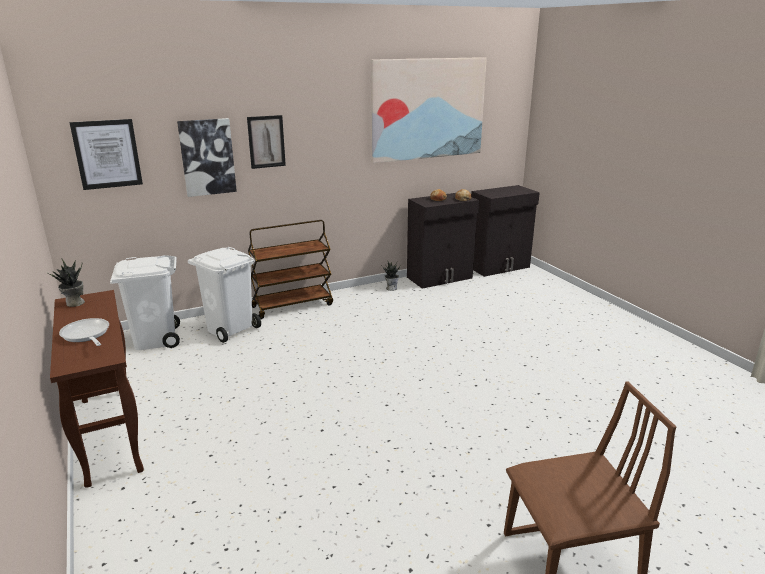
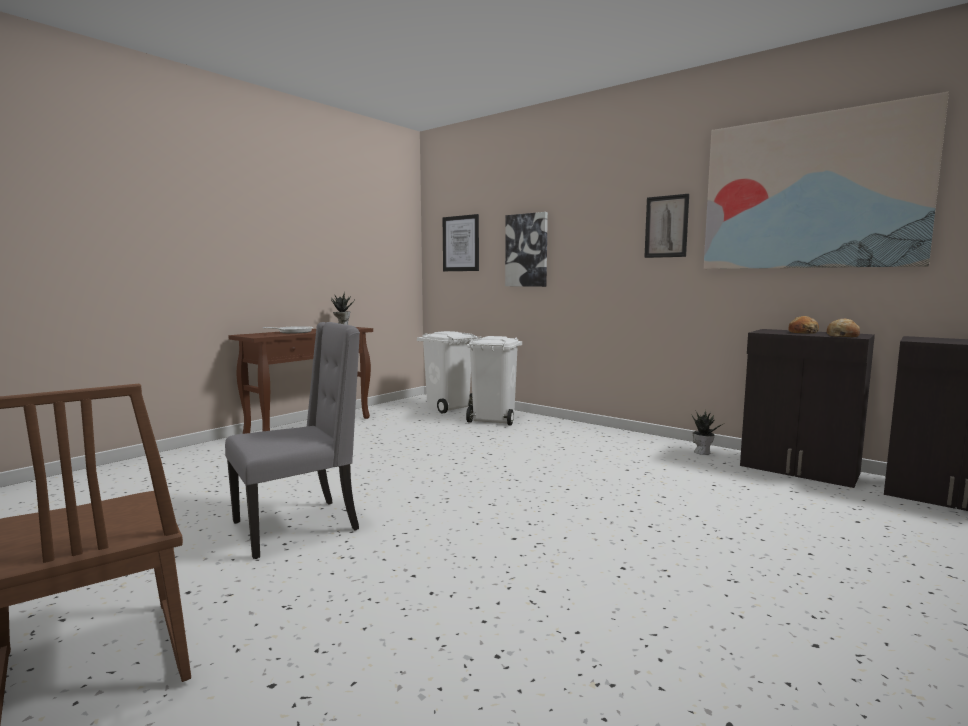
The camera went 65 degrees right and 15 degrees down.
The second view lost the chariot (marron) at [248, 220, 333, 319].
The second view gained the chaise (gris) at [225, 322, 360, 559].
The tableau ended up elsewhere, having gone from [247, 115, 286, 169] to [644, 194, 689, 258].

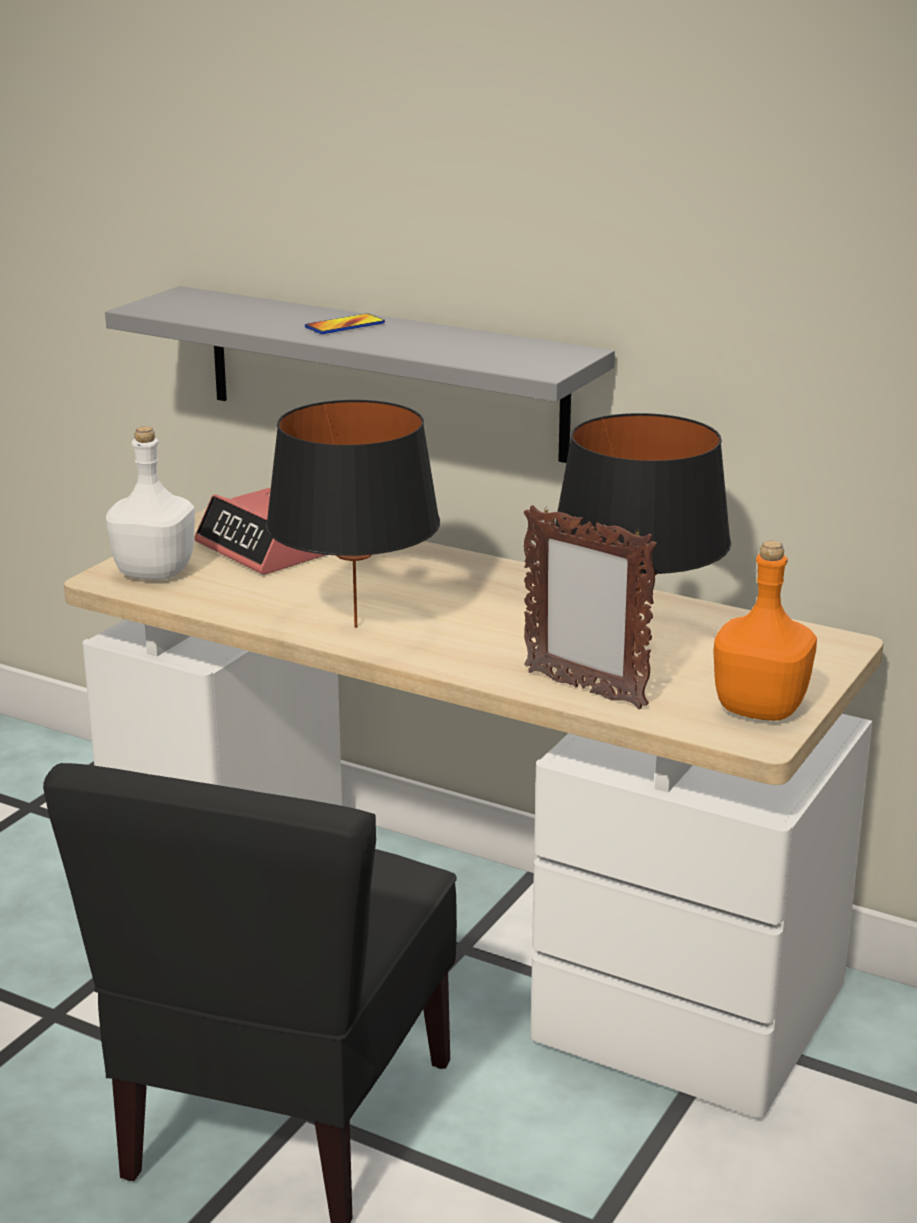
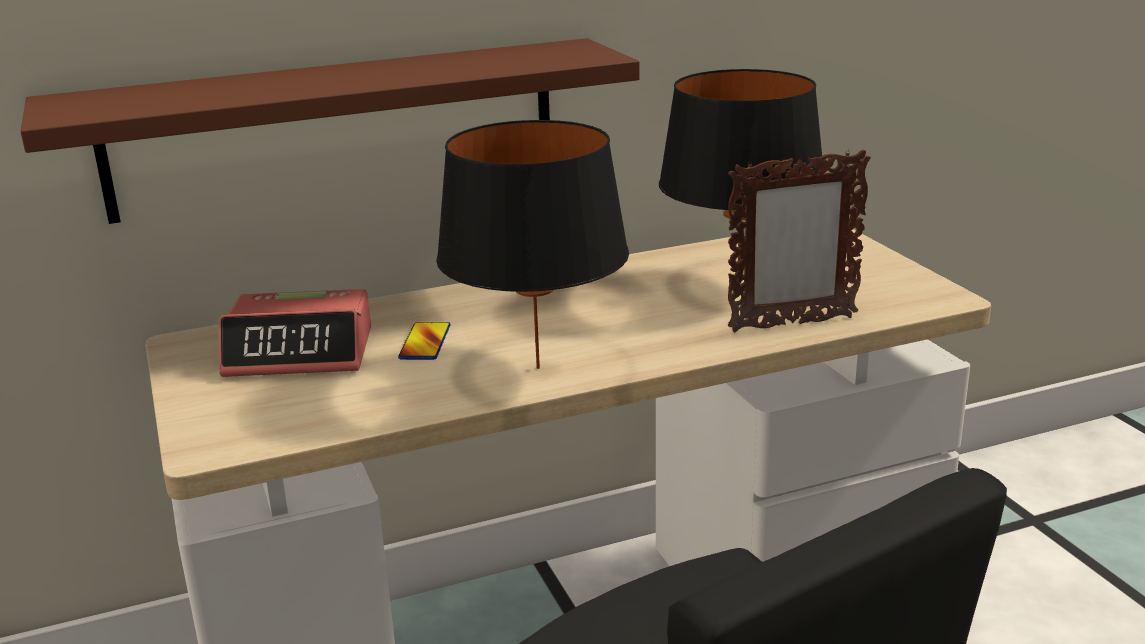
The camera went 50 degrees left and 0 degrees up.
The second view lost the bouteille (blanc) at [106, 426, 195, 580].
The second view lost the bouteille (orange) at [713, 541, 817, 721].
The téléphone ended up elsewhere, having gone from [305, 313, 385, 334] to [398, 322, 450, 360].
What was the étagère (gris) at [105, 286, 615, 463] turned into the étagère (marron) at [20, 38, 640, 224].

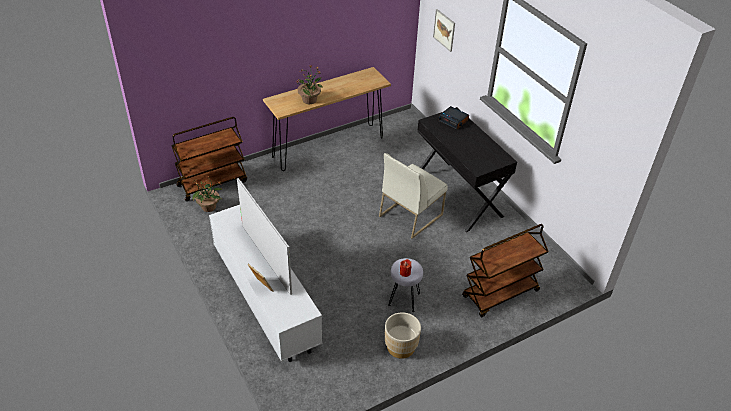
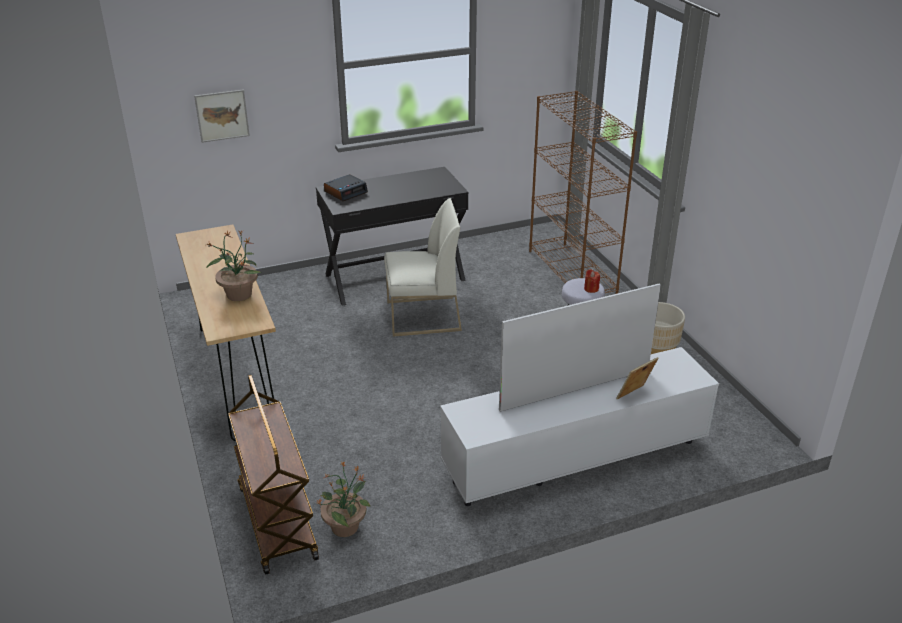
The camera went 80 degrees left and 10 degrees down.
Where the chariot (marron) stood at [462, 224, 549, 318], the bibliothèque (marron) came to stand at [529, 91, 637, 294].
The chaise (blanc) at [379, 153, 448, 239] ended up facing another way, 60 degrees counterclockwise from before.

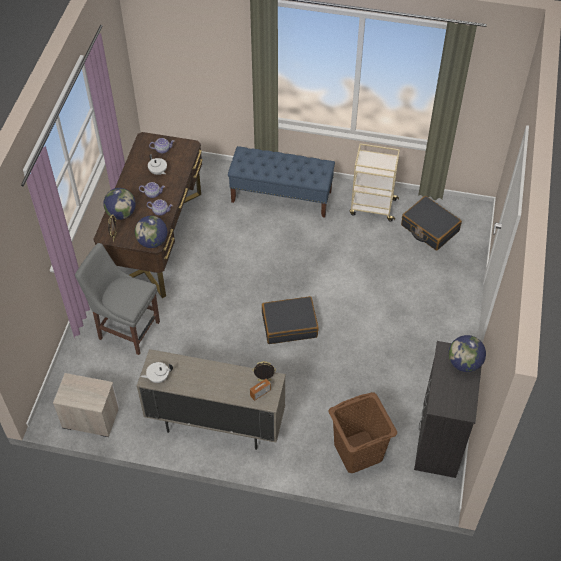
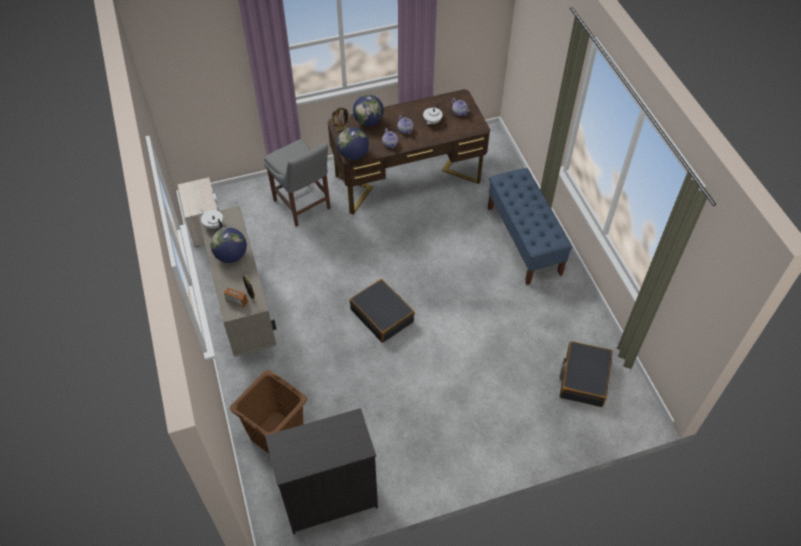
The camera went 60 degrees right and 0 degrees up.
The second view lost the chariot (beige) at [350, 143, 400, 221].
The globe ended up elsewhere, having gone from [449, 335, 486, 372] to [211, 227, 247, 263].
The chaise (gris) at [75, 243, 160, 355] ended up facing another way, 150 degrees clockwise from before.

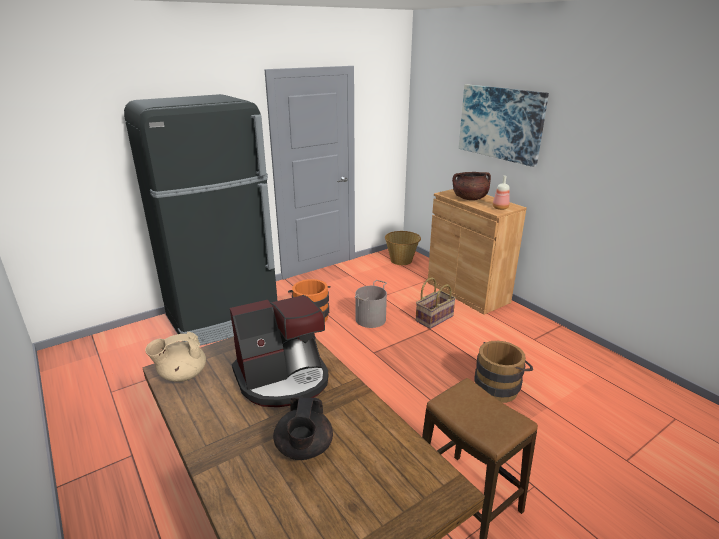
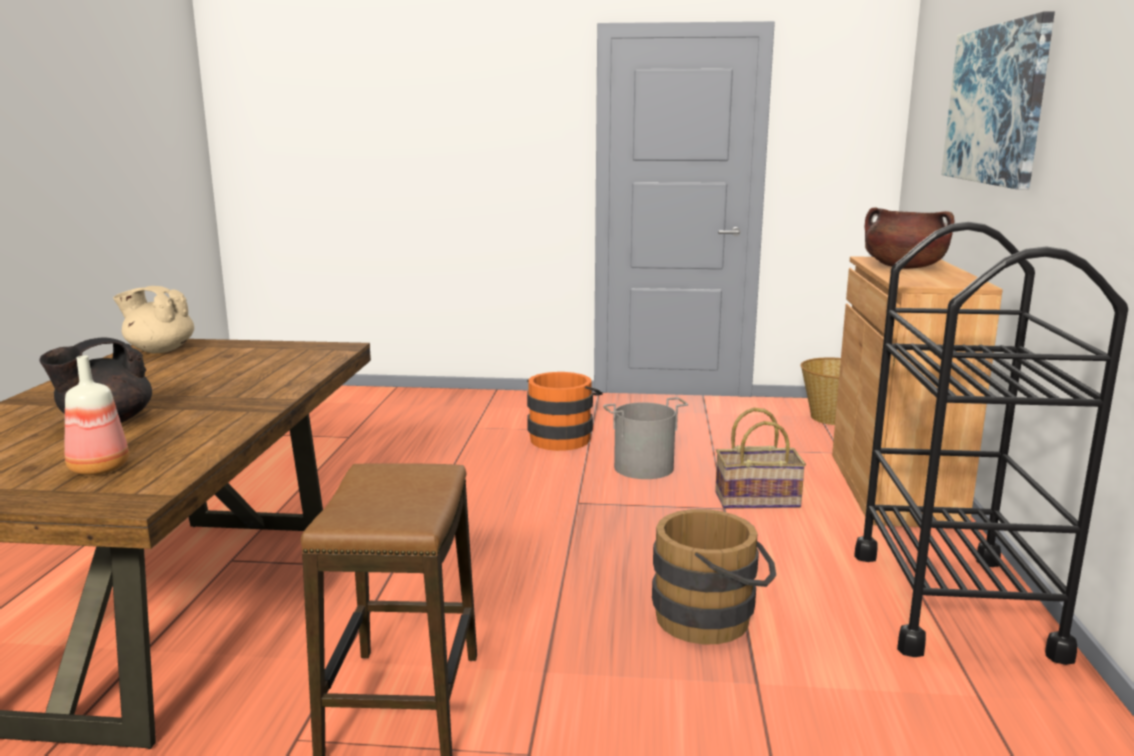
The camera went 40 degrees right and 10 degrees down.
The second view lost the réfrigérateur (noir) at [124, 94, 278, 346].
The second view lost the machine à café at [230, 295, 328, 407].
The second view gained the chariot (noir) at [854, 222, 1128, 665].
The bouteille ended up elsewhere, having gone from [493, 176, 509, 210] to [64, 356, 129, 475].

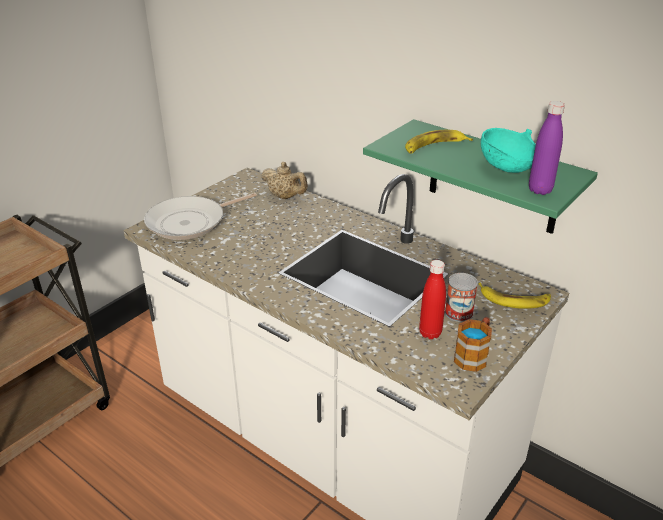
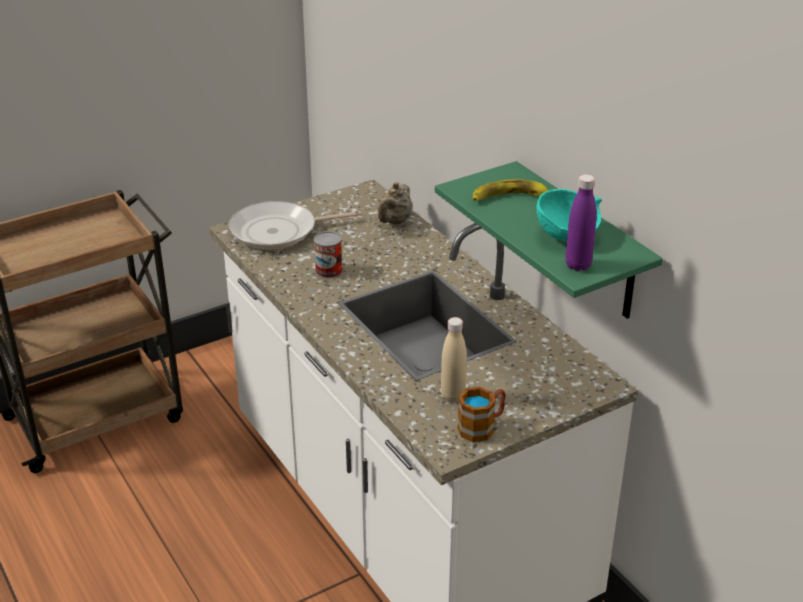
The camera went 20 degrees right and 0 degrees up.
The second view lost the banane at [478, 283, 551, 309].
The boîte métallique ended up elsewhere, having gone from [445, 273, 478, 322] to [314, 231, 343, 278].
What was the bouteille (rouge) at [419, 260, 446, 339] turned into the bouteille (beige) at [441, 317, 467, 402].
The théière (beige) at [261, 162, 308, 199] ended up facing another way, 60 degrees clockwise from before.

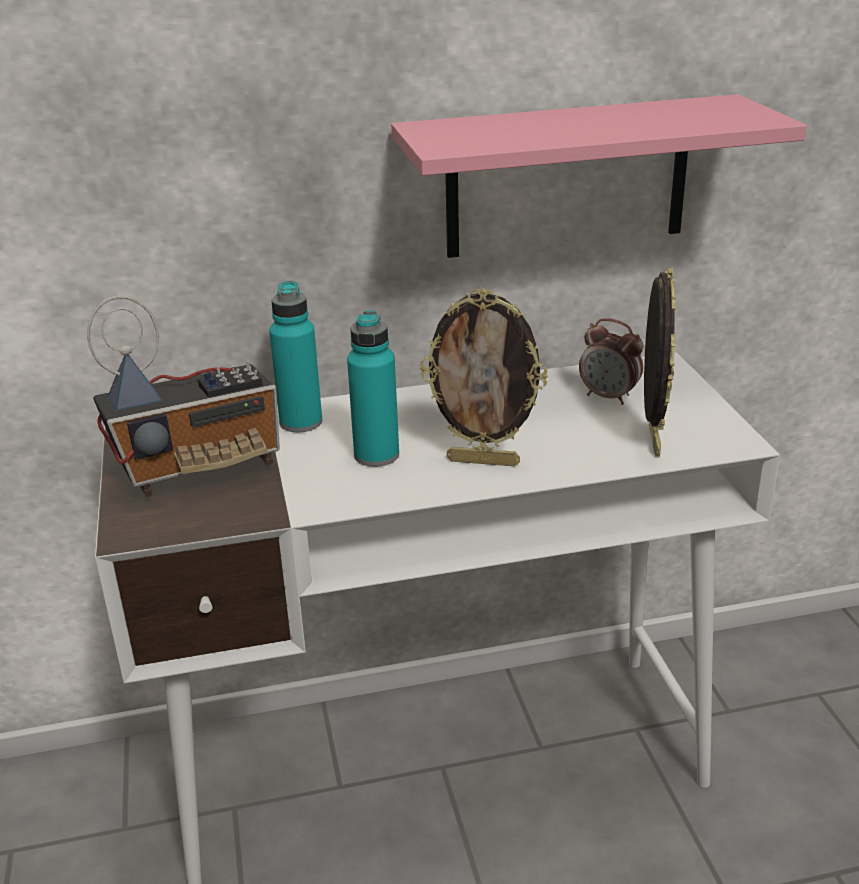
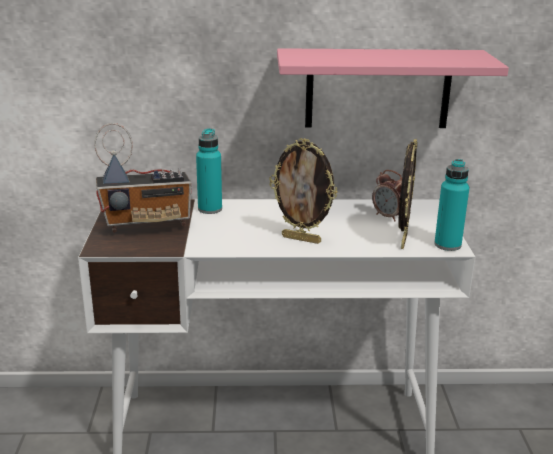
The camera went 10 degrees right and 5 degrees down.
The bouteille (turquoise) ended up elsewhere, having gone from [347, 310, 399, 467] to [434, 159, 469, 251].

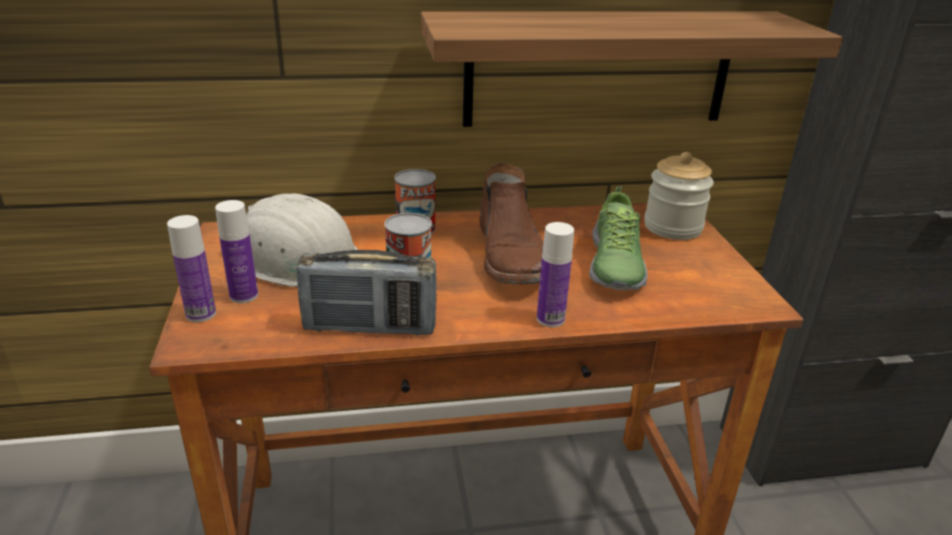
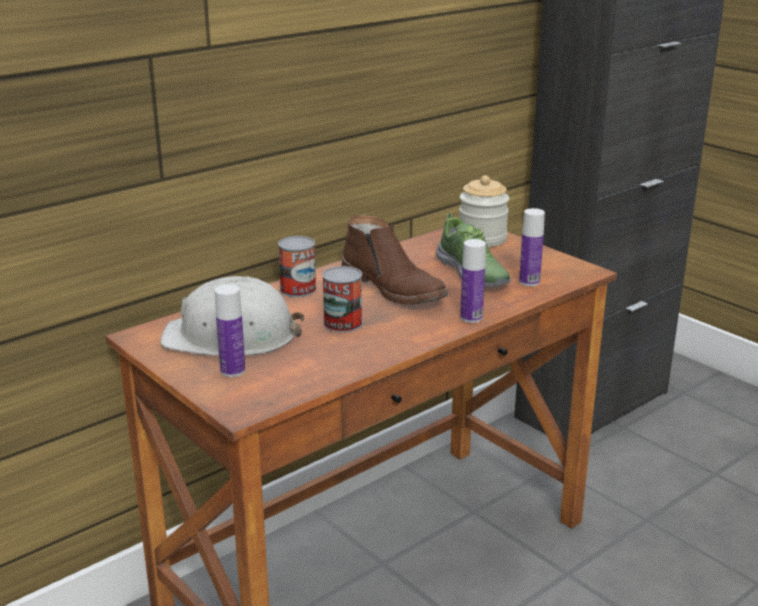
The camera went 30 degrees left and 5 degrees down.
The second view lost the radio at [297, 250, 436, 335].
The second view lost the étagère at [421, 11, 843, 127].
The bouteille ended up elsewhere, having gone from [167, 215, 216, 322] to [519, 208, 545, 286].

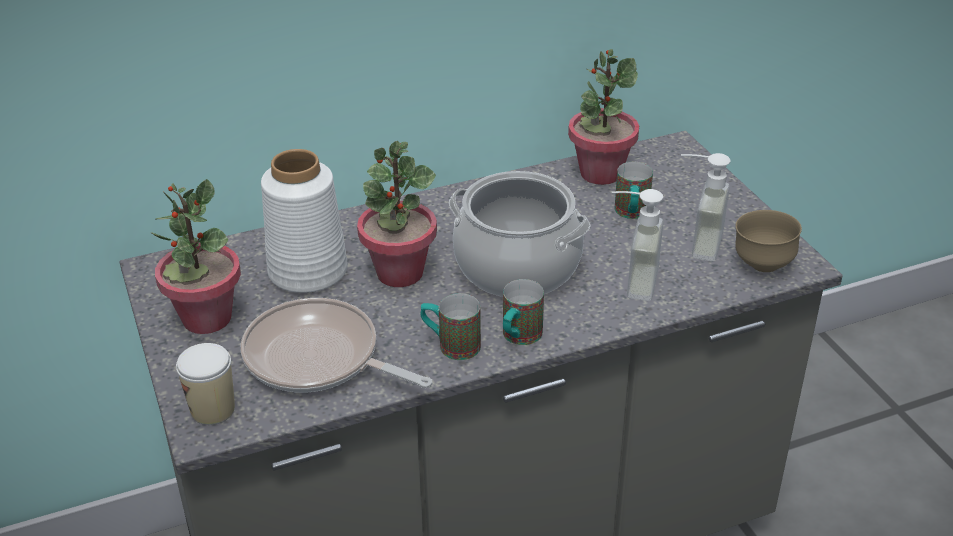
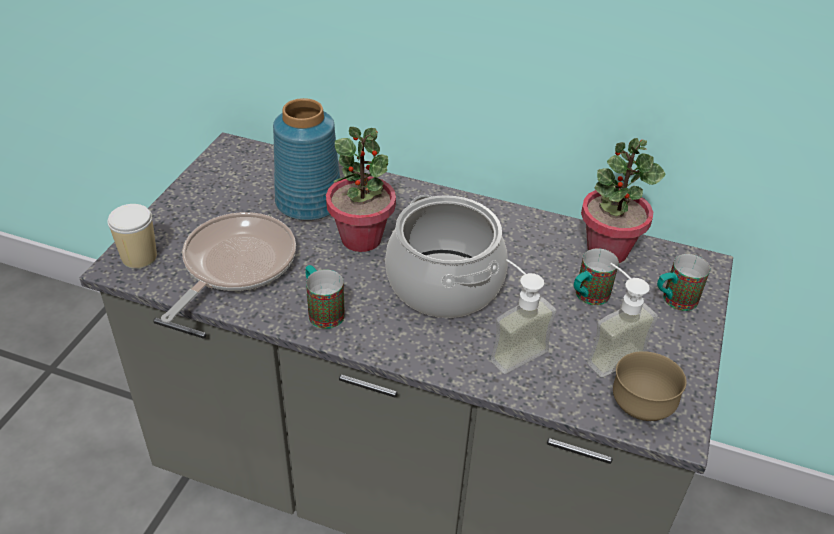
The camera went 40 degrees right and 5 degrees up.
The second view lost the plante en pot at [151, 179, 241, 334].
The mug ended up elsewhere, having gone from [503, 279, 544, 345] to [657, 254, 710, 311].
What was the vase (blanc) at [261, 149, 348, 293] turned into the vase (bleu) at [273, 98, 340, 221].
The poêle at [241, 298, 432, 392] ended up facing another way, 45 degrees clockwise from before.

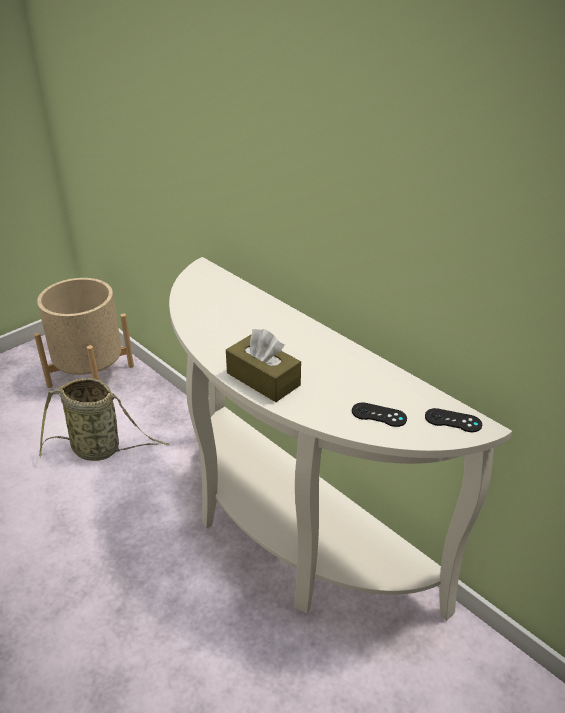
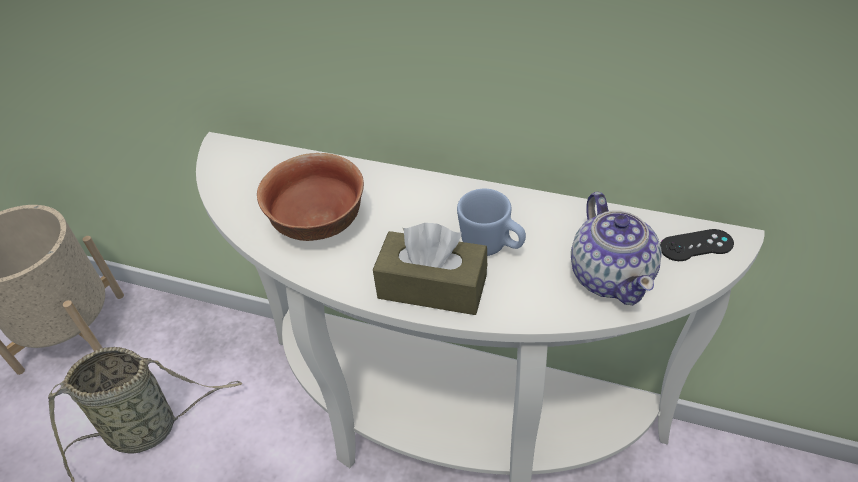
The camera went 25 degrees left and 10 degrees up.
The second view gained the bol at [257, 153, 364, 241].
The second view gained the mug (bleu) at [457, 189, 526, 256].
Where the manette (noir) stood at [352, 402, 407, 427], the théière came to stand at [571, 192, 662, 305].

